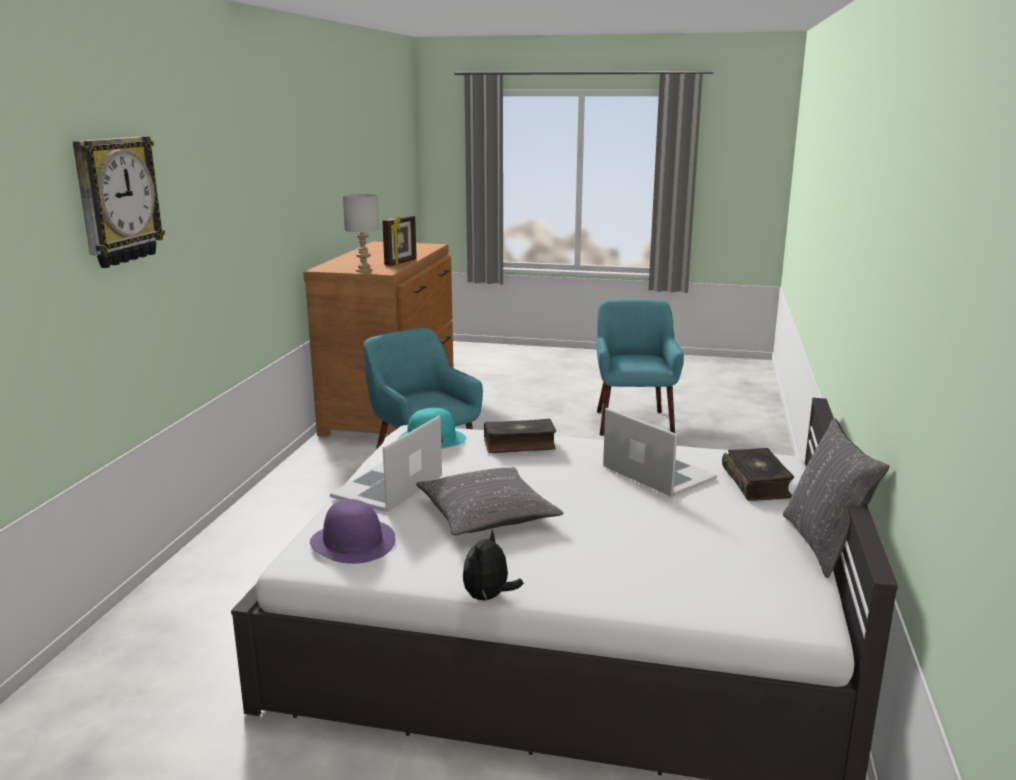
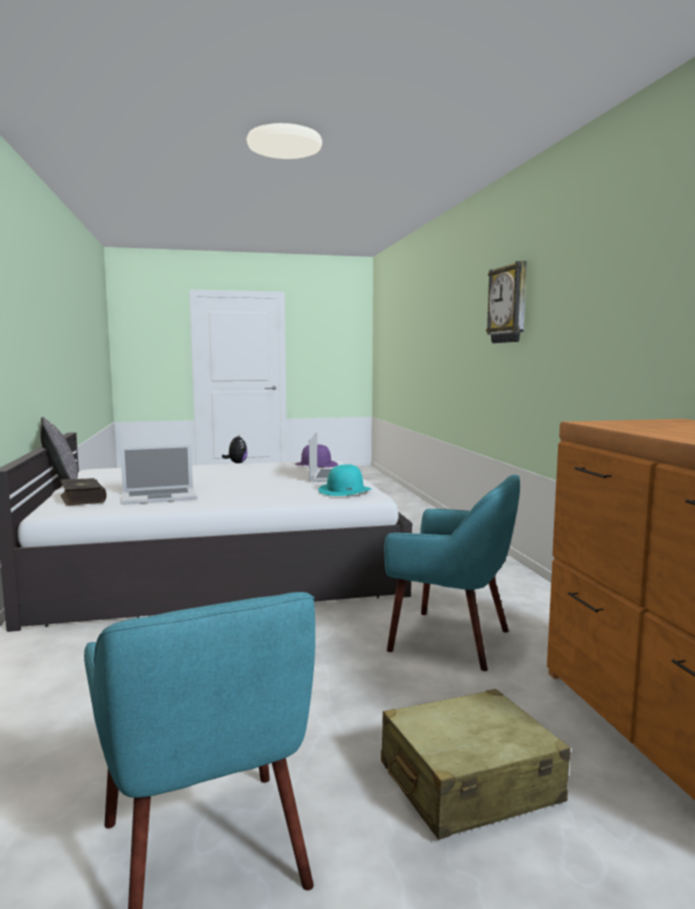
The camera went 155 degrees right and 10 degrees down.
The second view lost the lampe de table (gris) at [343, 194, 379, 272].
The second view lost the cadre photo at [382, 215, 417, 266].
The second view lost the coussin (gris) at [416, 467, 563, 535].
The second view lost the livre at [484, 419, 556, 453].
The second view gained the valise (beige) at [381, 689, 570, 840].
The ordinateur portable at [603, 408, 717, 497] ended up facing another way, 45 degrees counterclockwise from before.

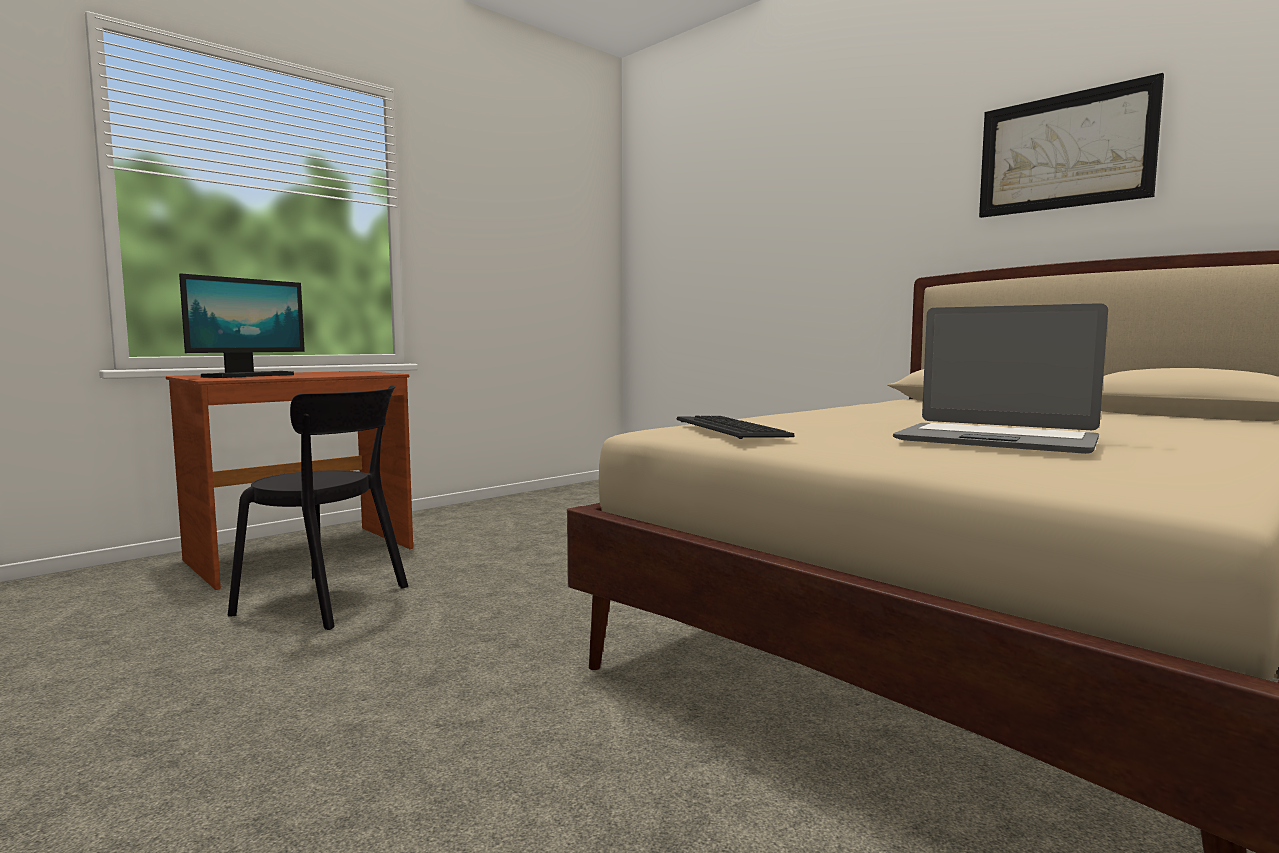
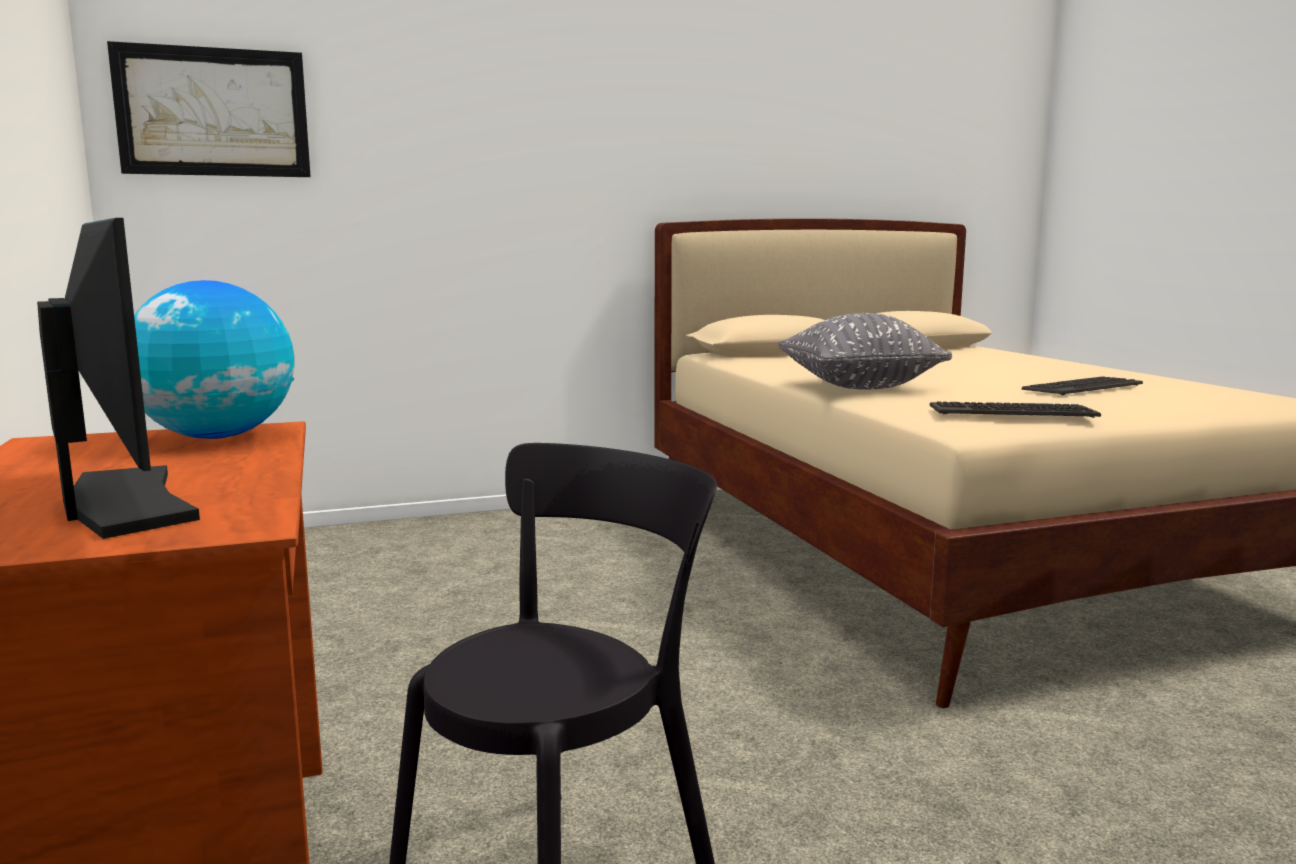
The camera went 65 degrees left and 5 degrees up.
The second view gained the globe at [134, 280, 294, 439].
The second view gained the coussin (gris) at [778, 313, 952, 389].
The tableau ended up elsewhere, having gone from [979, 73, 1164, 218] to [107, 41, 311, 177].
Where the ordinateur portable stood at [893, 303, 1108, 454], the clavier came to stand at [1022, 376, 1143, 395].

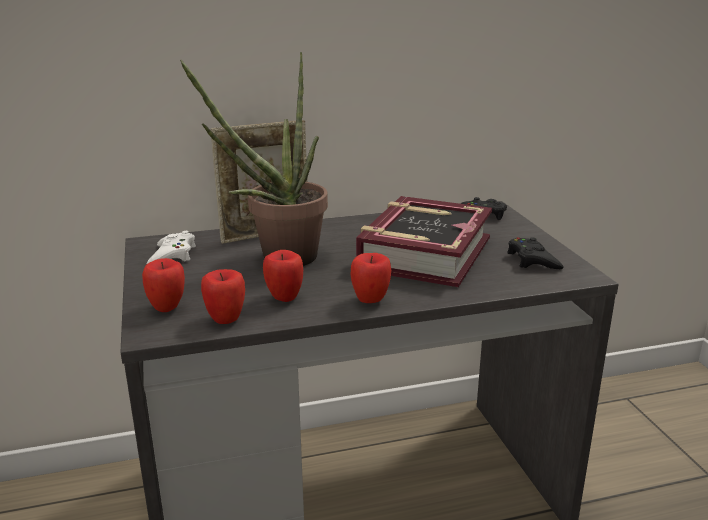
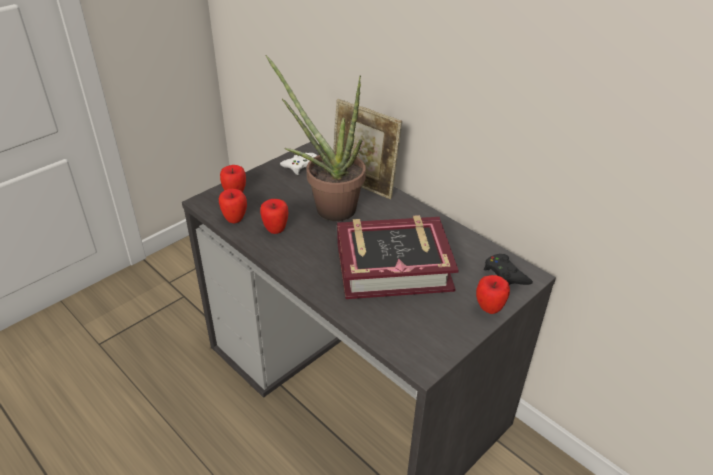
The camera went 60 degrees right and 15 degrees up.
The second view lost the manette (noir) at [507, 237, 564, 269].
The pomme ended up elsewhere, having gone from [351, 253, 391, 303] to [476, 275, 510, 314].

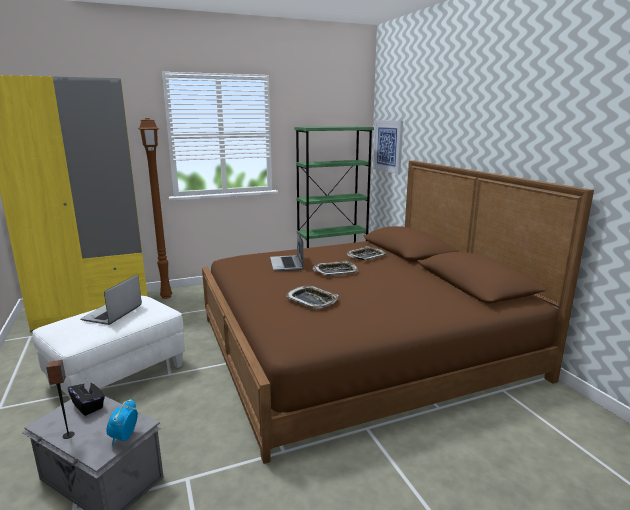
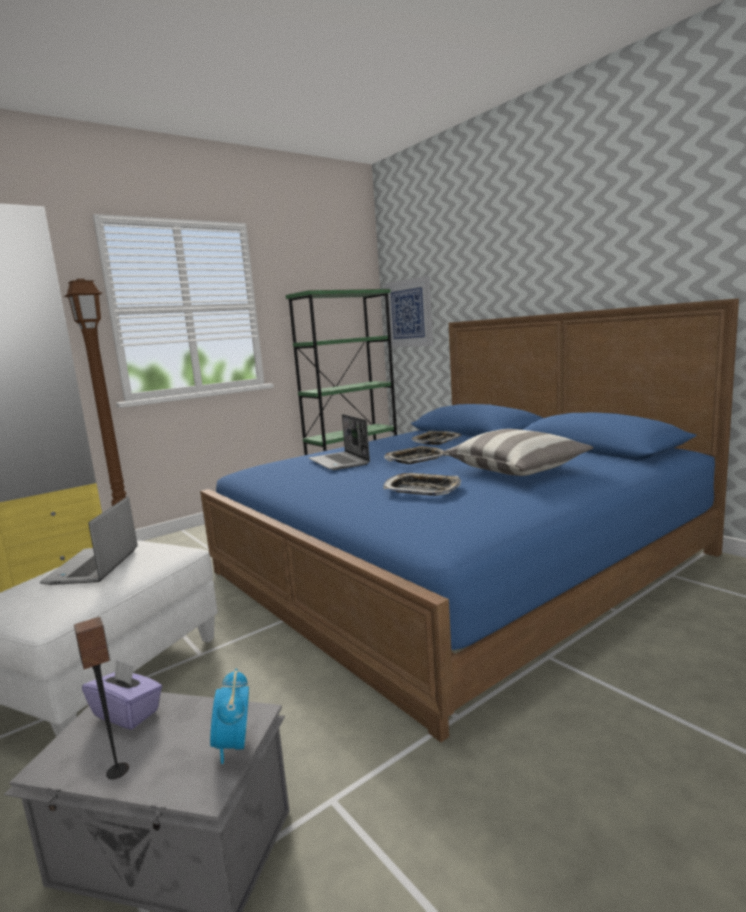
The camera went 15 degrees left and 5 degrees down.
The second view gained the coussin at [442, 429, 594, 476].
What was the boîte à mouchoirs (noir) at [68, 379, 105, 416] turned into the boîte à mouchoirs (violet) at [82, 659, 162, 729].
What was the lit (marron) at [202, 160, 594, 464] turned into the lit (bleu) at [200, 298, 739, 742].

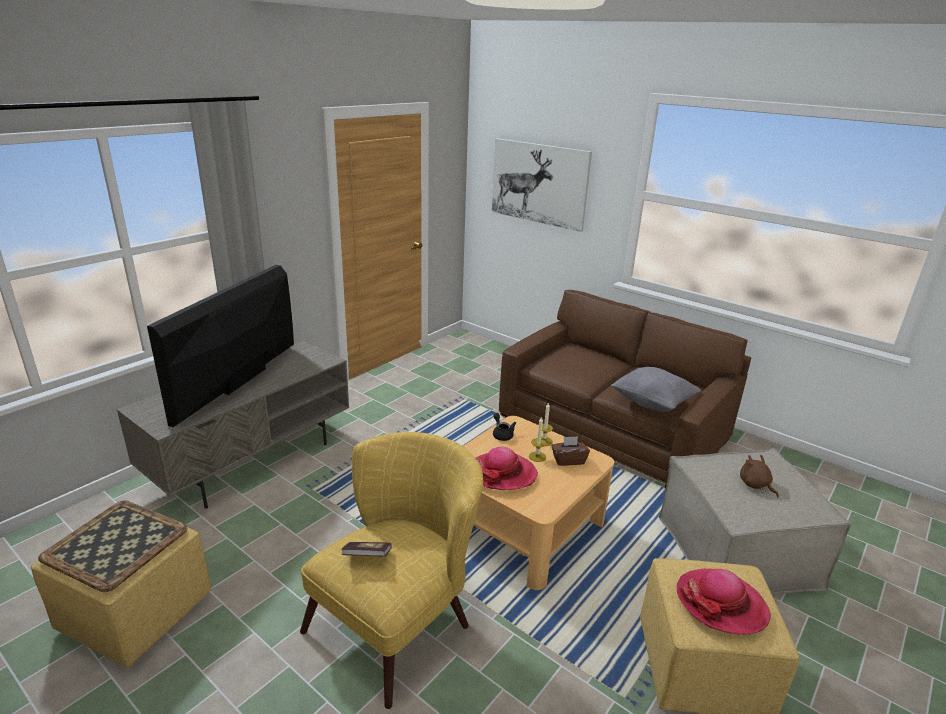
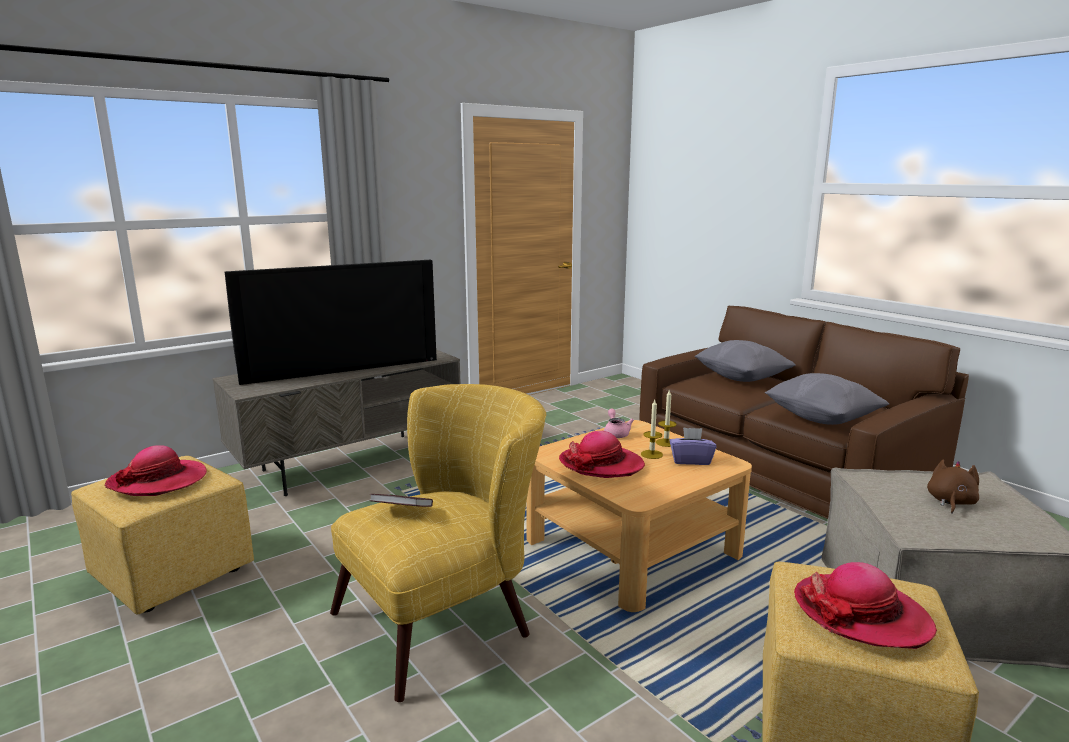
The camera went 15 degrees right and 10 degrees down.
The second view lost the tableau at [492, 138, 592, 232].
The second view gained the coussin (gris) at [695, 340, 796, 382].
Where the plateau stood at [38, 500, 188, 592], the chapeau came to stand at [104, 445, 207, 496].
What was the théière (noir) at [493, 413, 516, 441] turned into the théière (rose) at [604, 409, 634, 438].
What was the boîte à mouchoirs (marron) at [552, 436, 590, 466] turned into the boîte à mouchoirs (violet) at [669, 427, 716, 465].
The téléviseur at [147, 265, 294, 427] ended up facing another way, 150 degrees counterclockwise from before.
The peluche (marron) at [740, 455, 779, 498] ended up facing another way, 45 degrees clockwise from before.

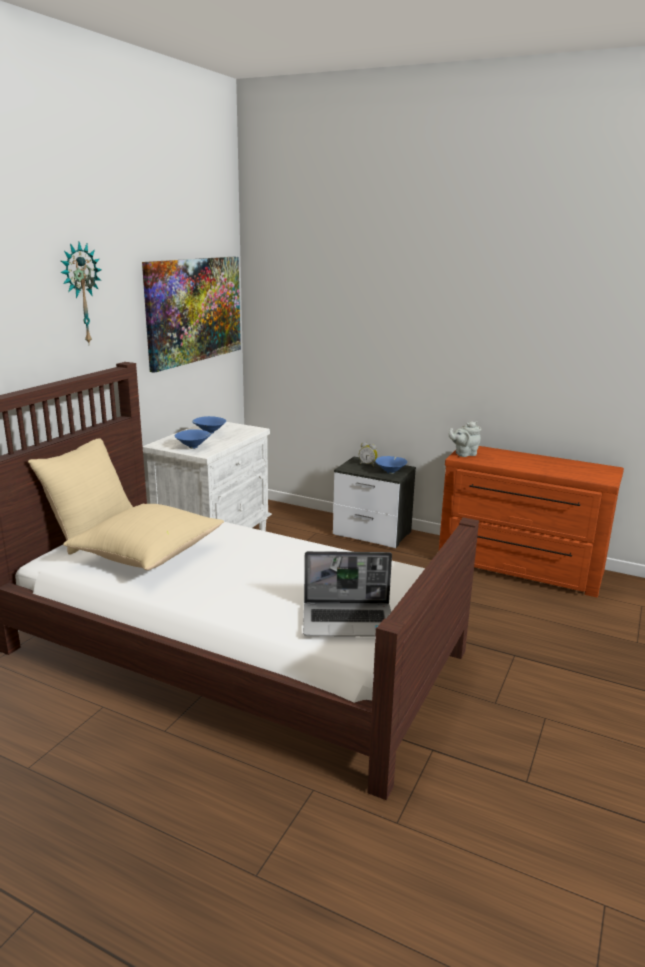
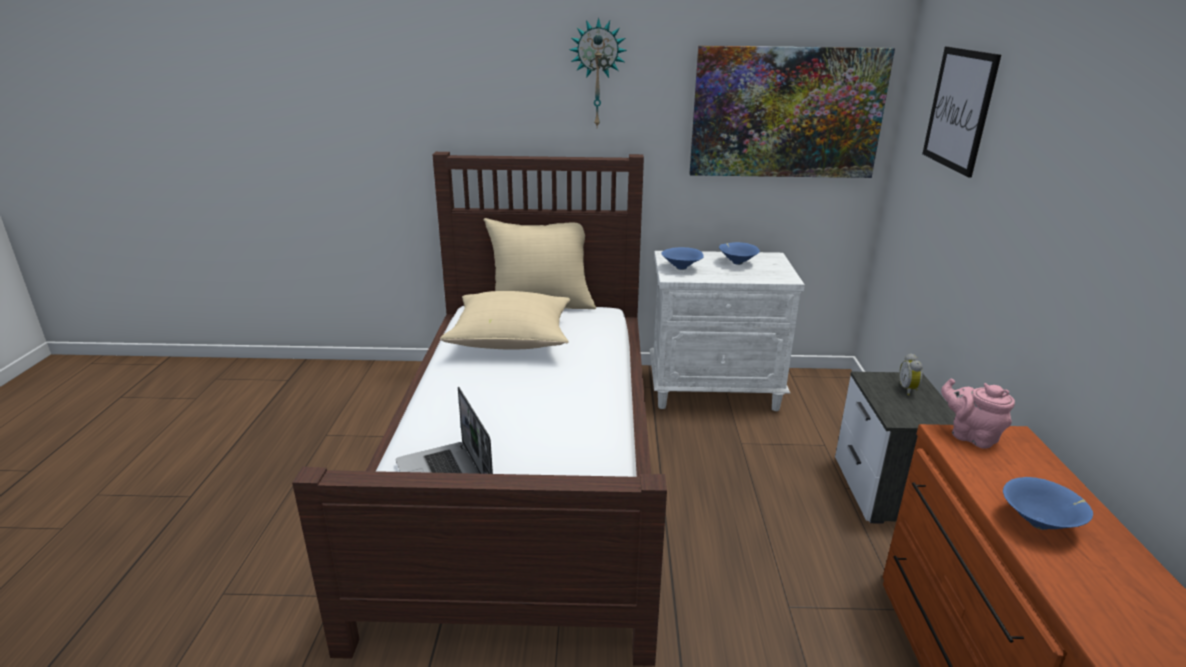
The camera went 65 degrees right and 5 degrees up.
The second view gained the tableau at [922, 47, 1001, 178].
The bol (bleu) ended up elsewhere, having gone from [375, 456, 407, 474] to [1003, 477, 1093, 530].
What was the théière (gris) at [449, 421, 481, 457] turned into the théière (rose) at [941, 378, 1015, 449].

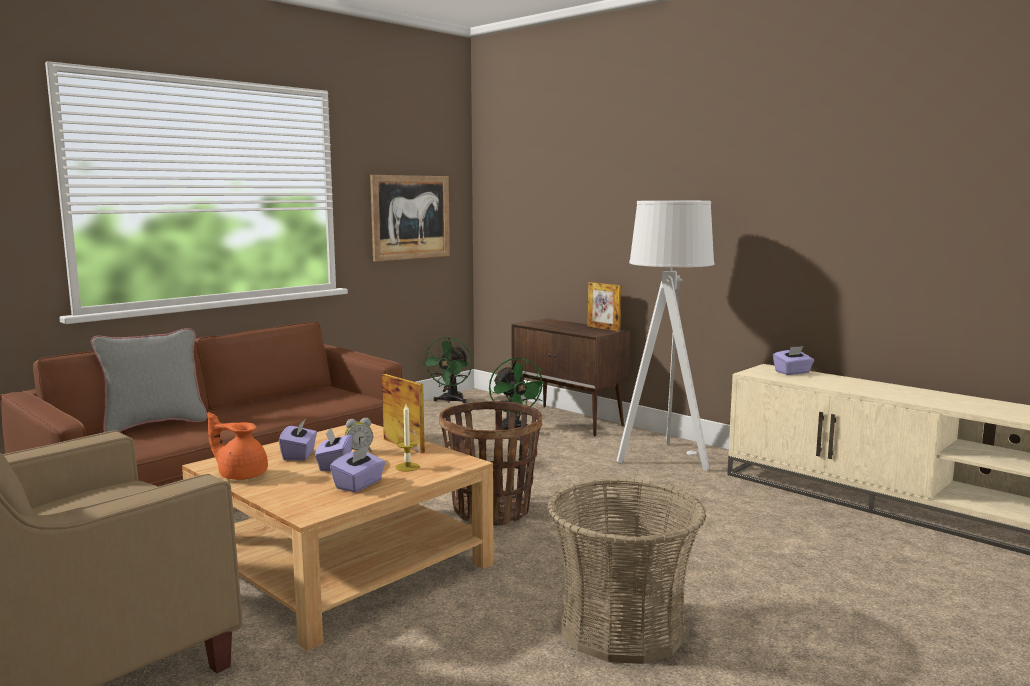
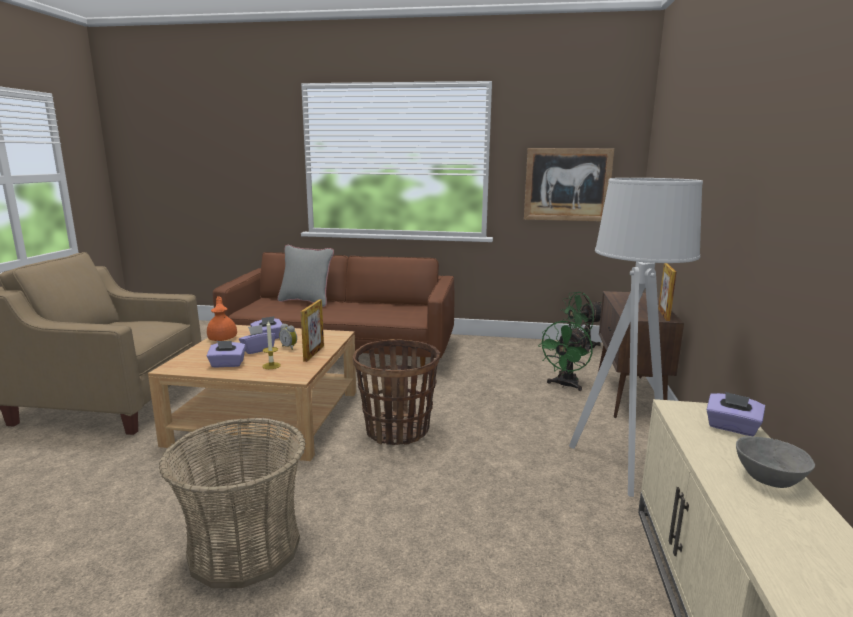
The camera went 55 degrees right and 5 degrees up.
The second view gained the bol (gris) at [736, 436, 815, 488].

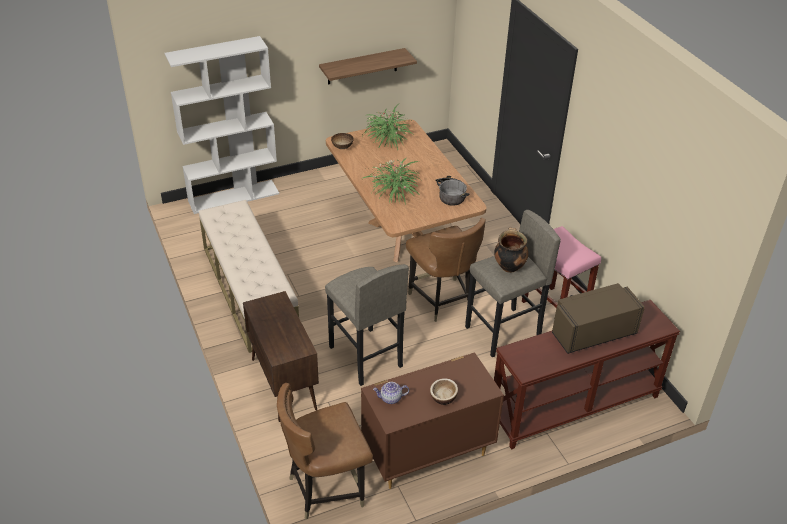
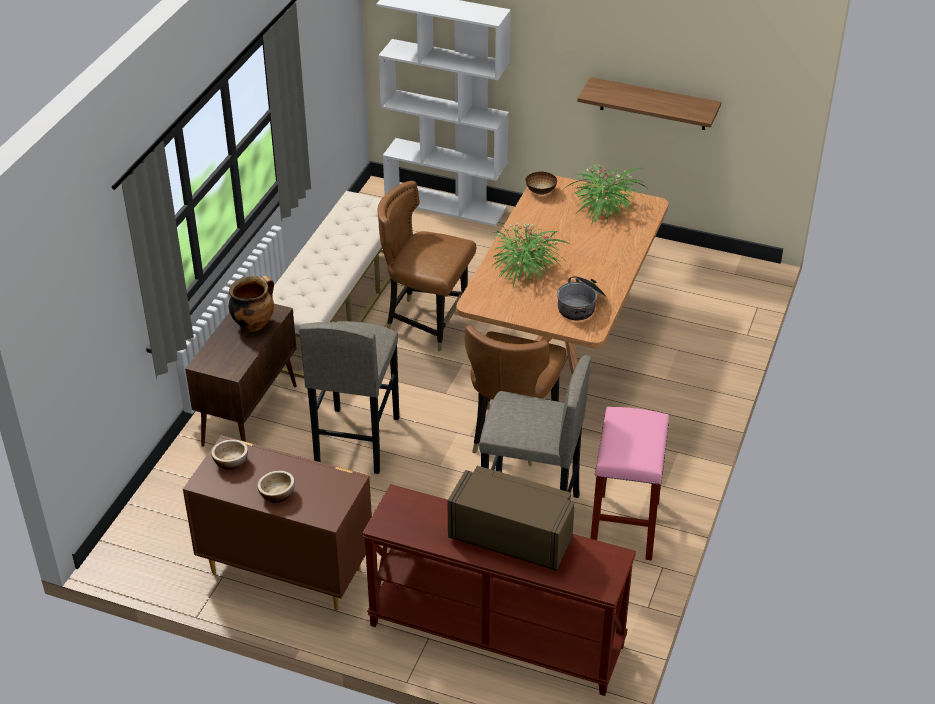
The camera went 45 degrees right and 0 degrees up.
The chaise (marron) ended up elsewhere, having gone from [277, 383, 373, 520] to [377, 181, 476, 352].
The marmite ended up elsewhere, having gone from [494, 227, 528, 273] to [229, 275, 274, 332].
Where the théière stood at [373, 382, 409, 404], the bol came to stand at [211, 439, 248, 470].

